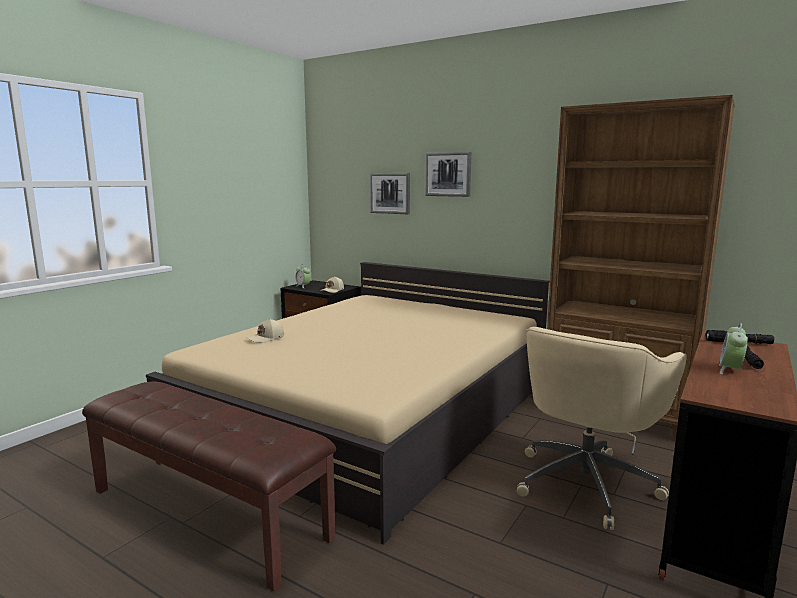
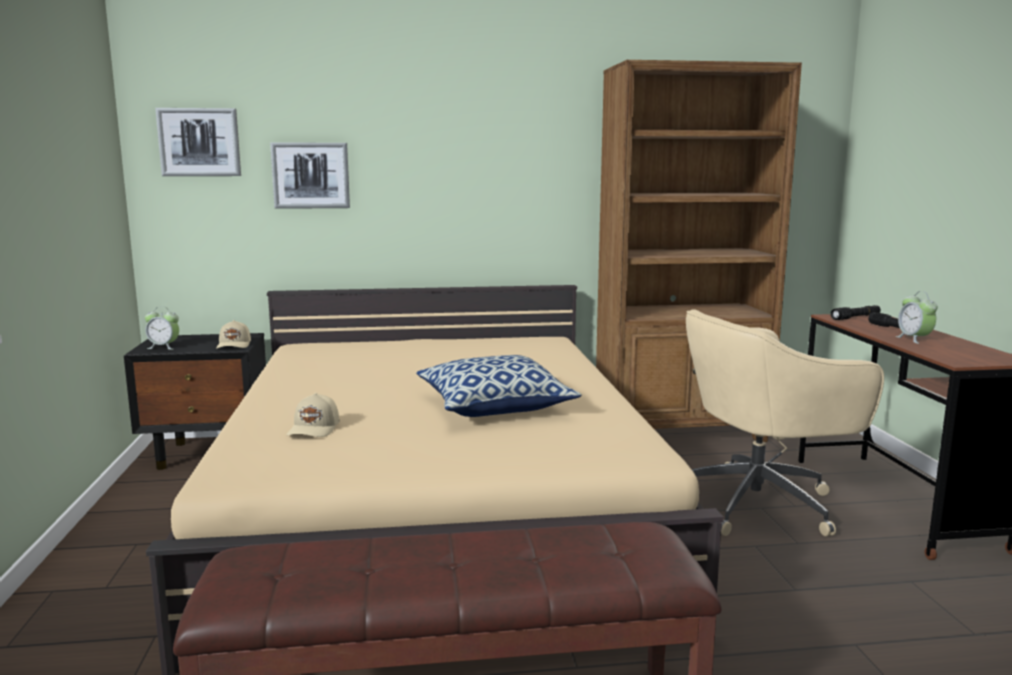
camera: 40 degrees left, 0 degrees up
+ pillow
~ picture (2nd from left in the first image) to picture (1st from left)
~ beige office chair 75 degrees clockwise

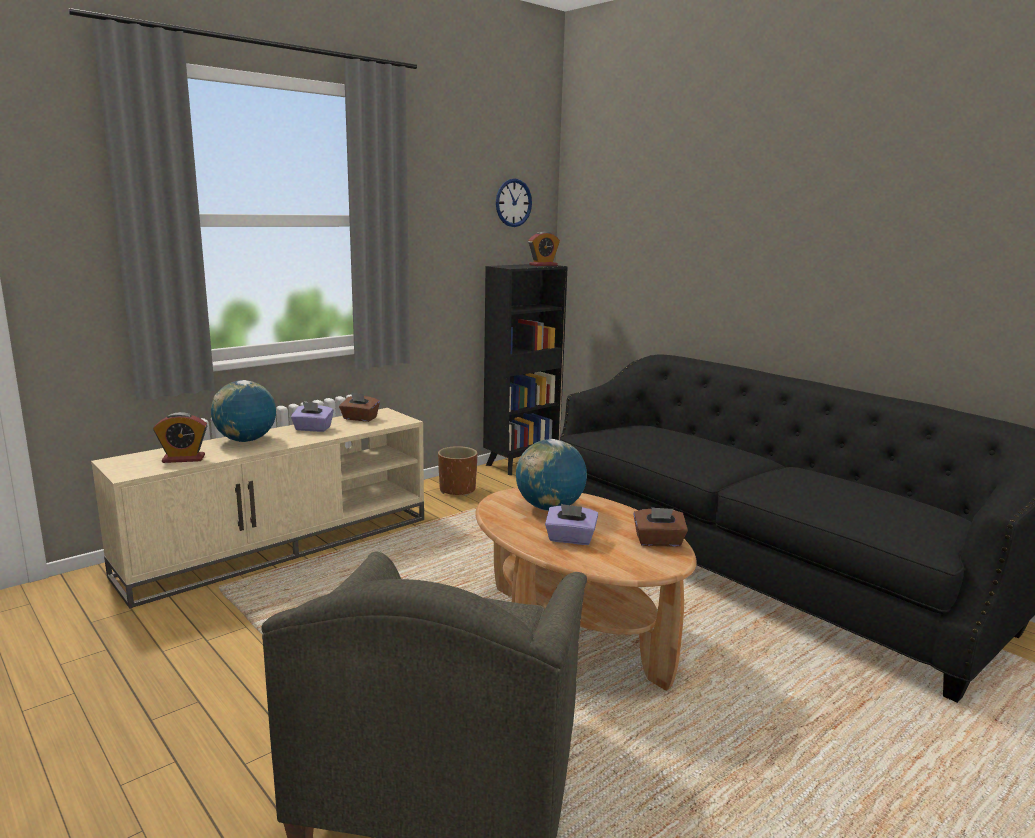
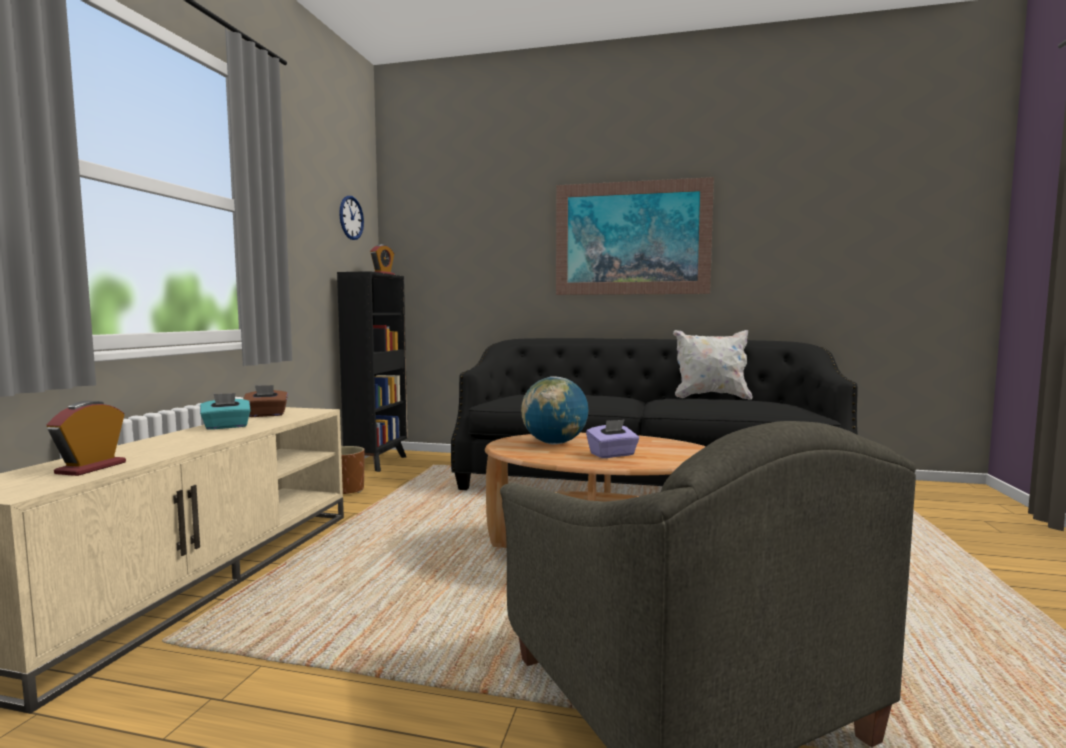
camera: 35 degrees left, 10 degrees down
- globe (1st from left)
- brown tissue box (2nd from left)
+ picture
+ white pillow
~ purple tissue box (1st from left) to turquoise tissue box
~ alarm clock (1st from left) 150 degrees clockwise

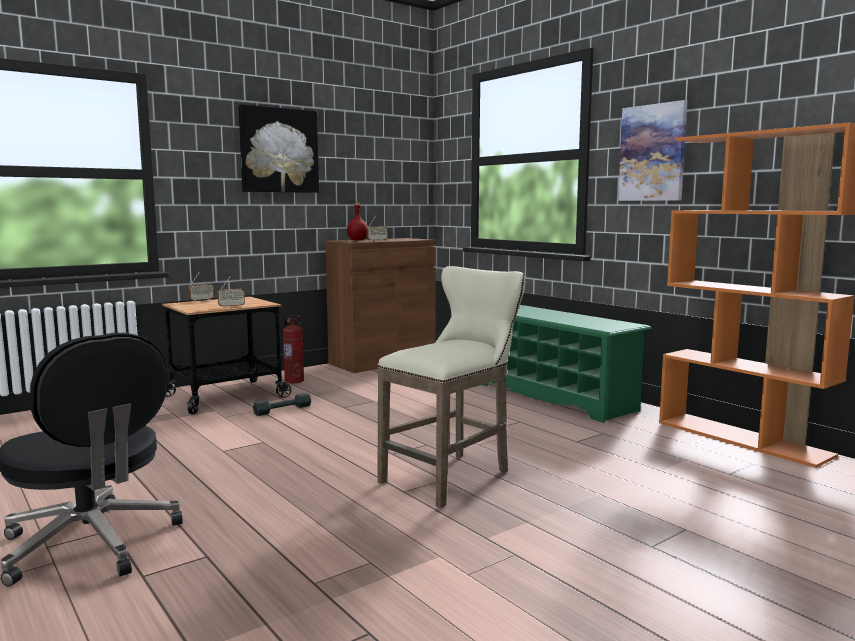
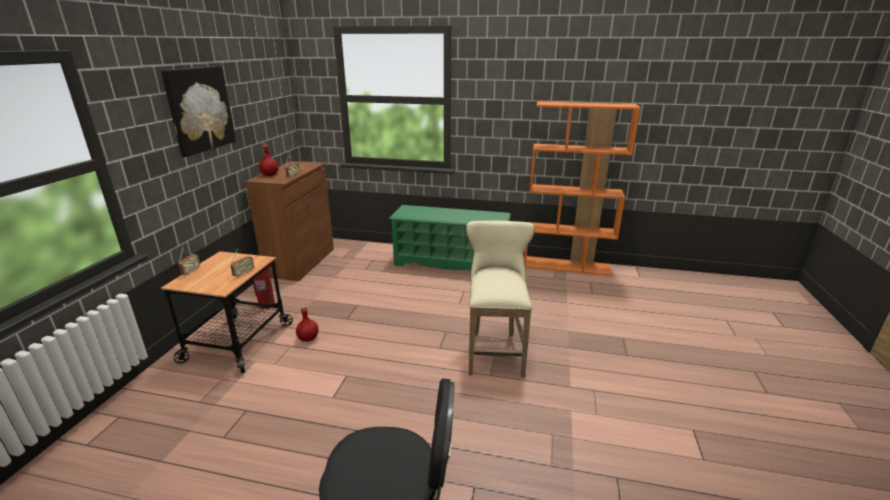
camera: 40 degrees left, 15 degrees up
- picture (2nd from left)
~ grey dumbbell to red bottle (2nd from left)

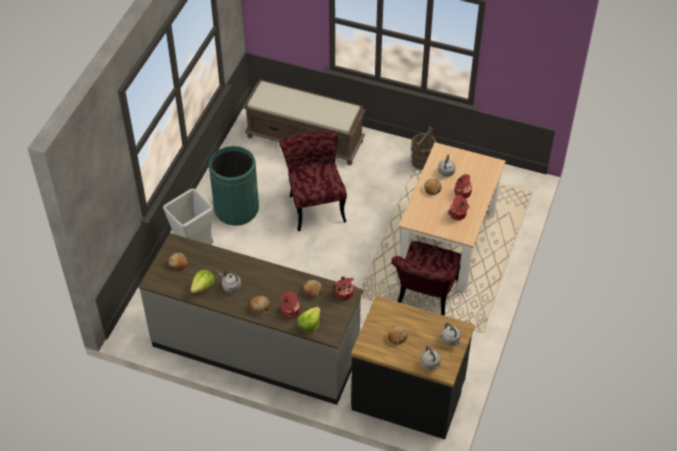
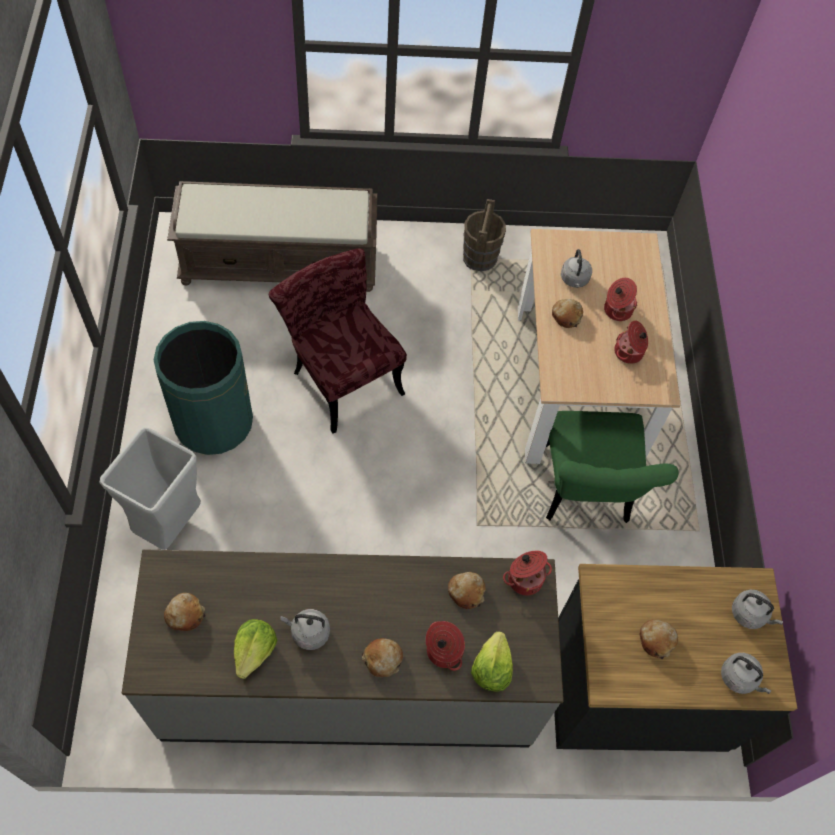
camera: 25 degrees left, 10 degrees up
~ red chair (2nd from left) to green chair

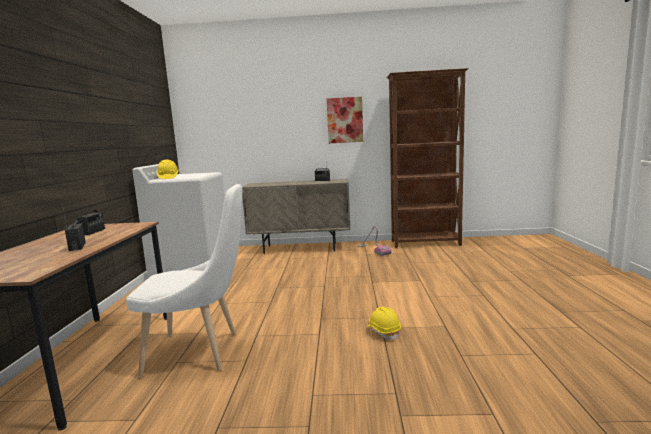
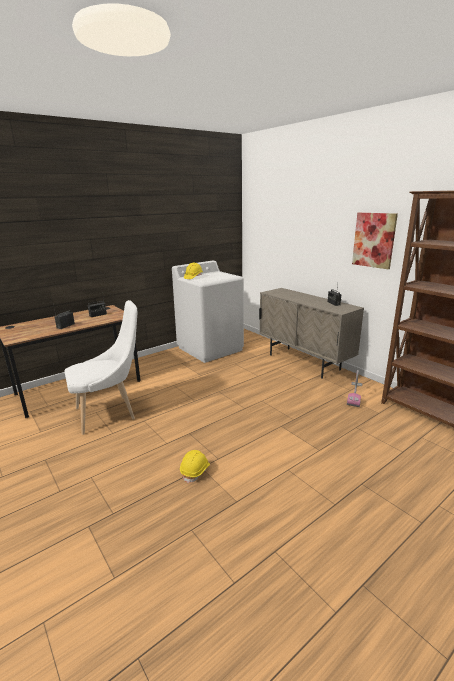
camera: 50 degrees right, 10 degrees up
~ white chair 75 degrees counterclockwise

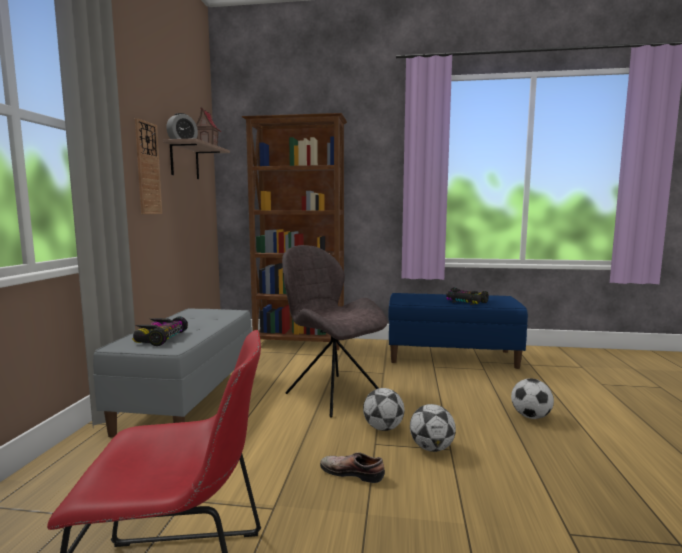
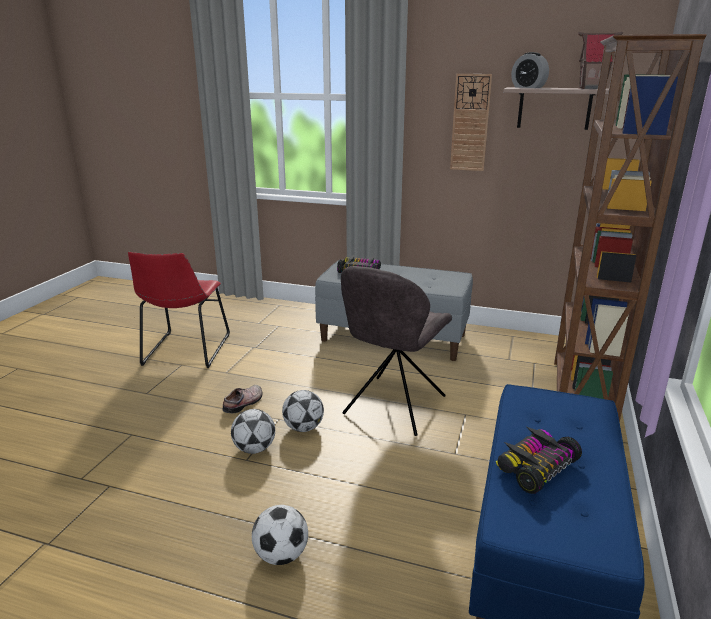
camera: 100 degrees right, 15 degrees up
~ grey chair 150 degrees clockwise

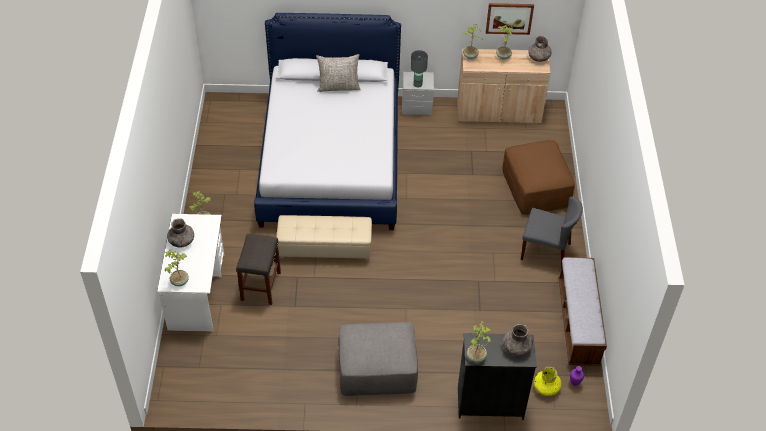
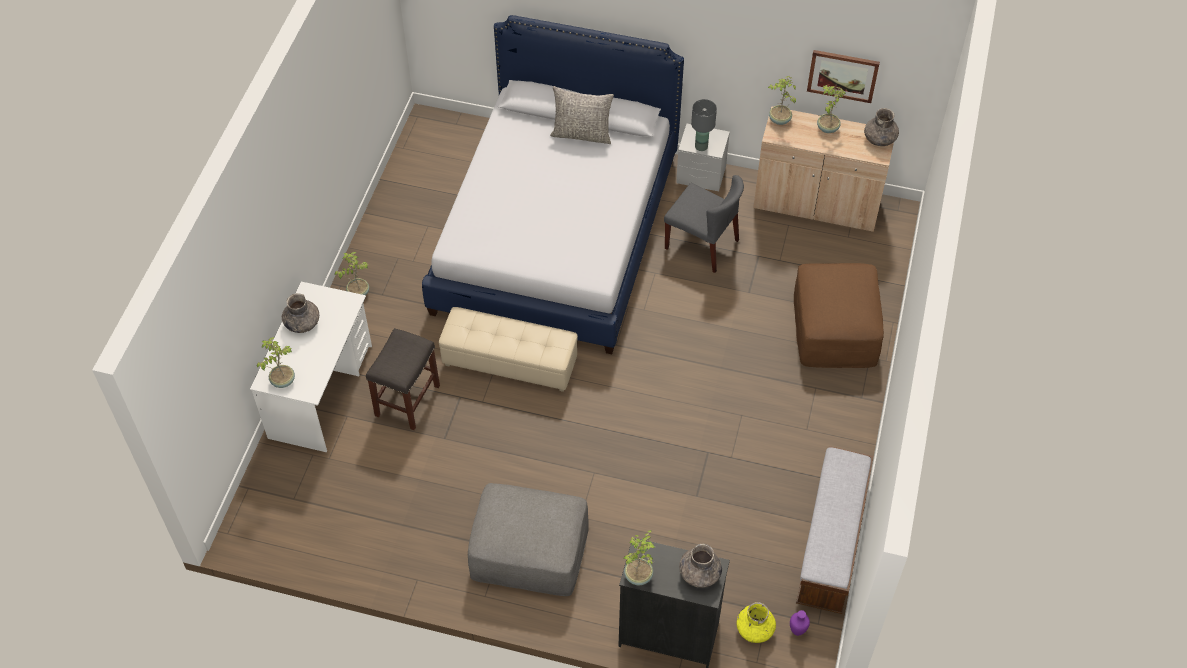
camera: 15 degrees right, 5 degrees up
~ grey chair

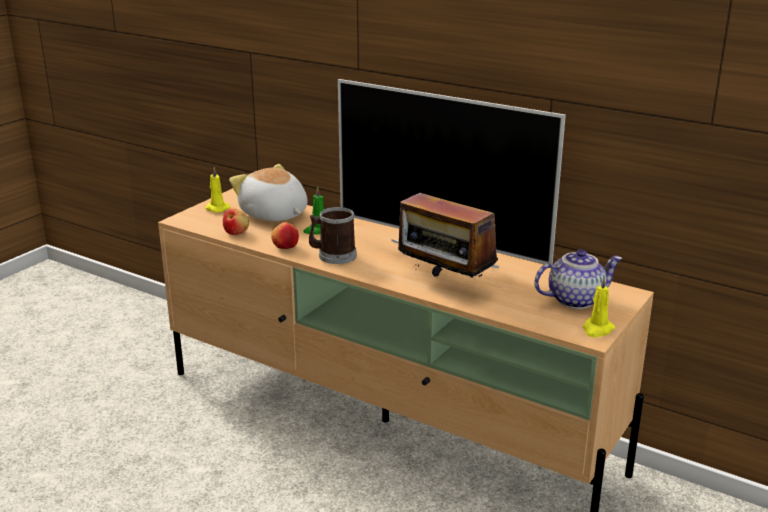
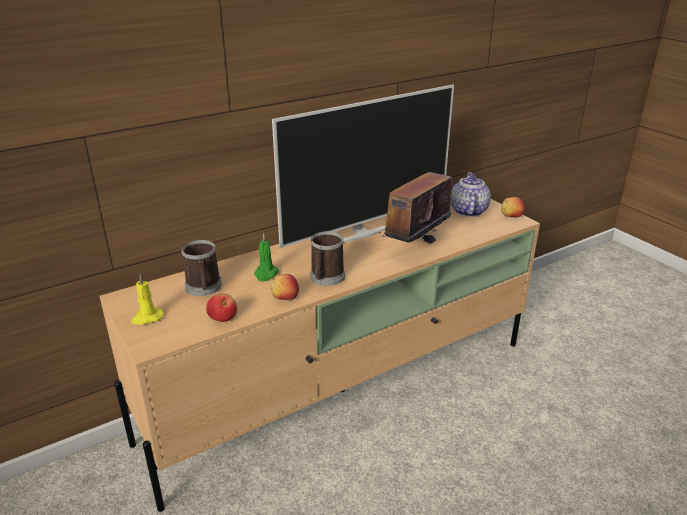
camera: 65 degrees left, 5 degrees up
~ plush toy to mug (1st from left)
~ yellow candle (2nd from left) to apple (3rd from left)
~ radio 150 degrees clockwise

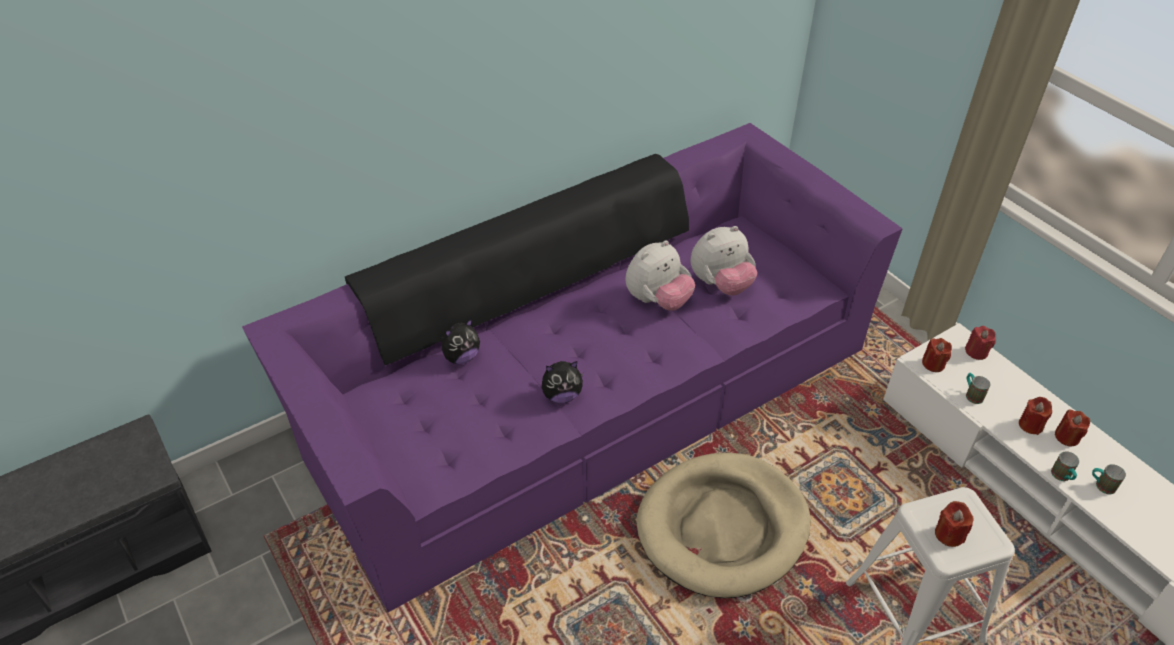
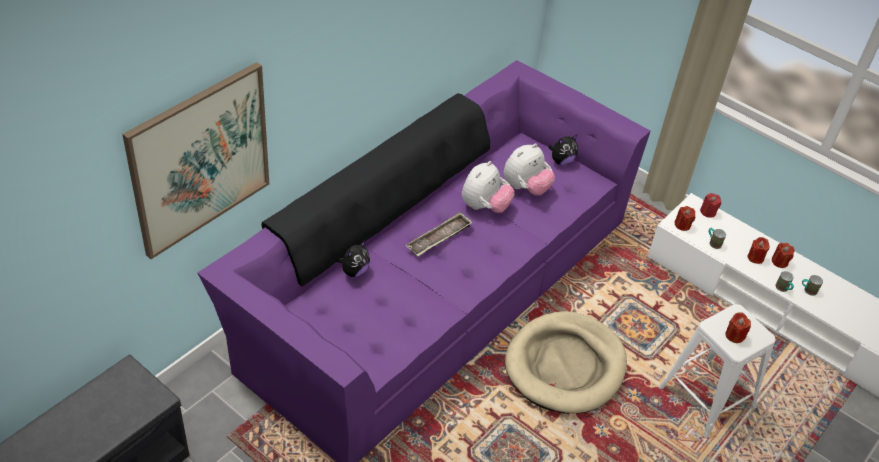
camera: 20 degrees left, 0 degrees up
+ picture
+ tray
~ plush toy (2nd from left in the first image) to plush toy (4th from left)

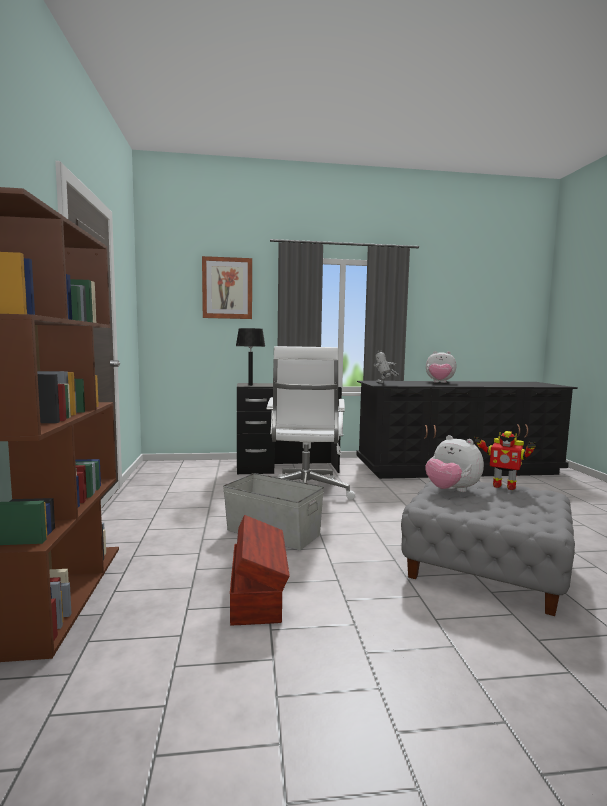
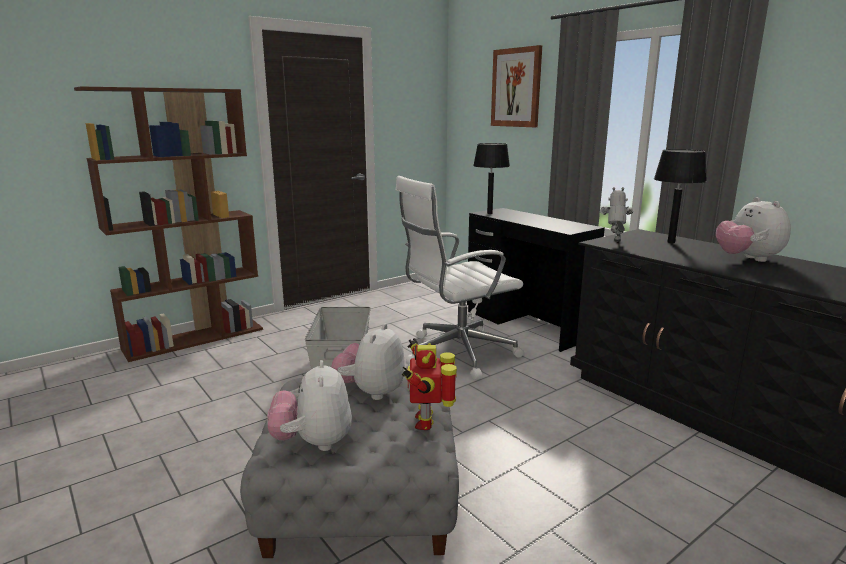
camera: 60 degrees right, 10 degrees up
- brown storage box
+ plush toy (1st from left)
+ black table lamp (2nd from left)

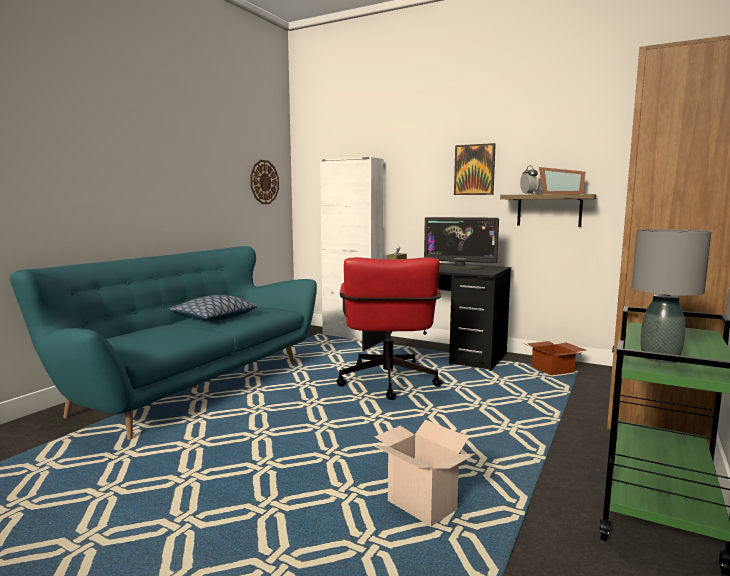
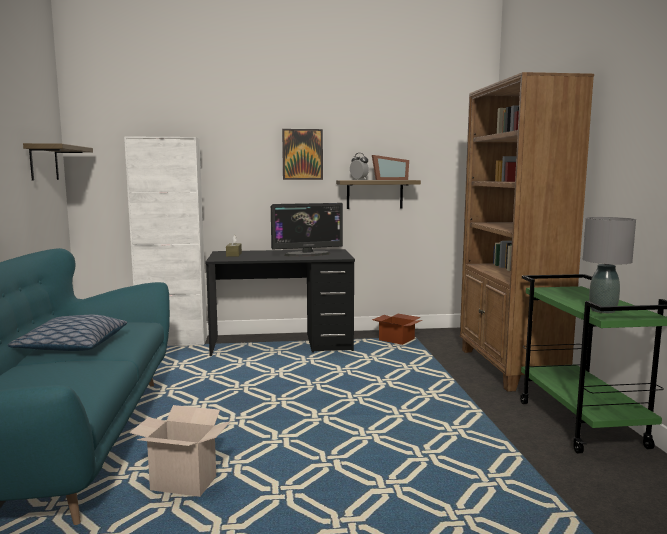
camera: 35 degrees left, 0 degrees up
- red office chair
~ cardboard box (1st from left)
~ wall clock to shelf (1st from left)

